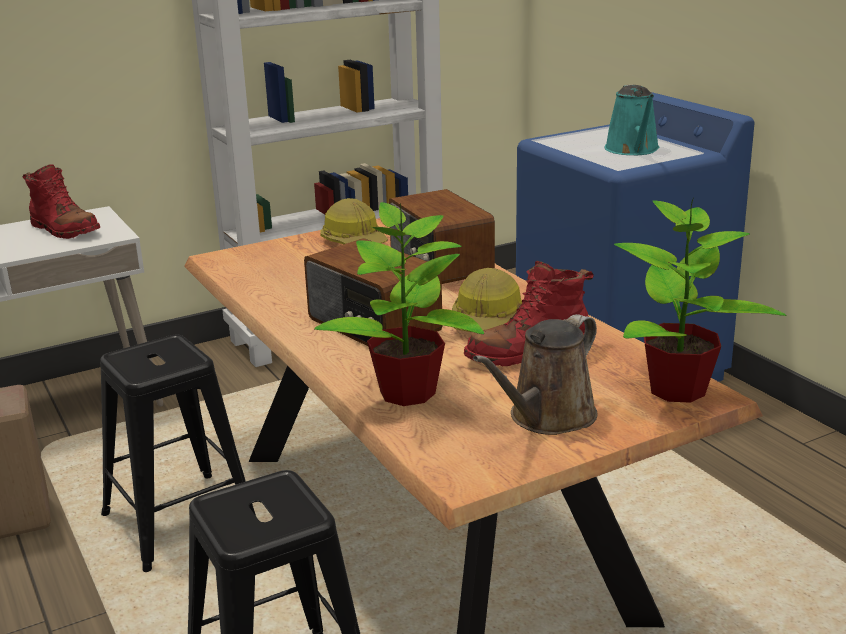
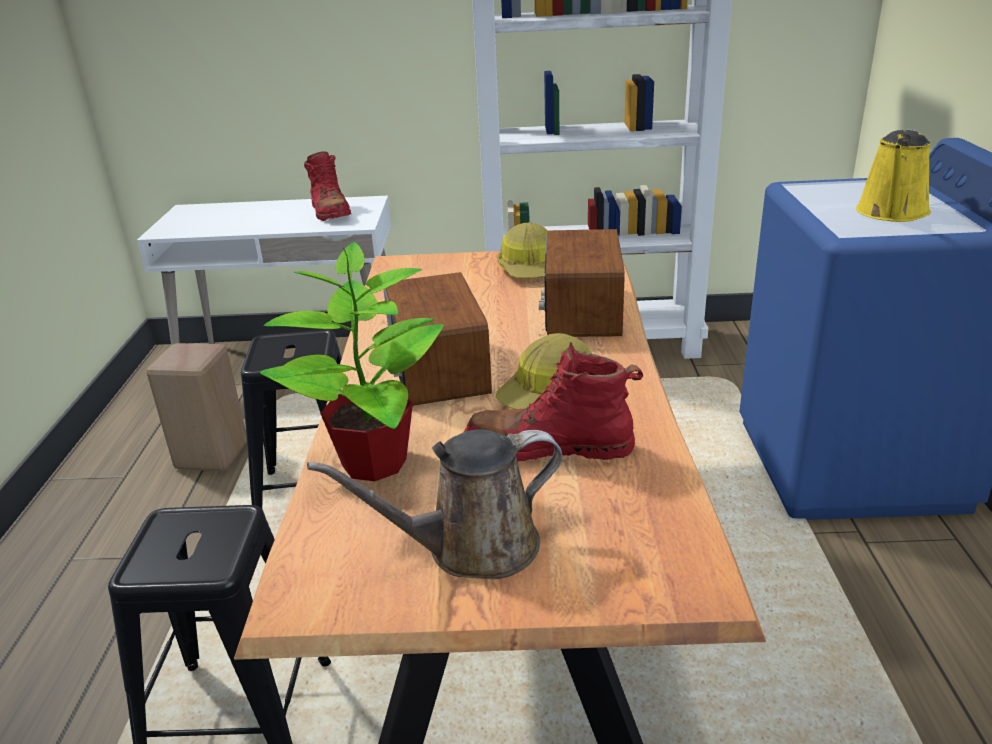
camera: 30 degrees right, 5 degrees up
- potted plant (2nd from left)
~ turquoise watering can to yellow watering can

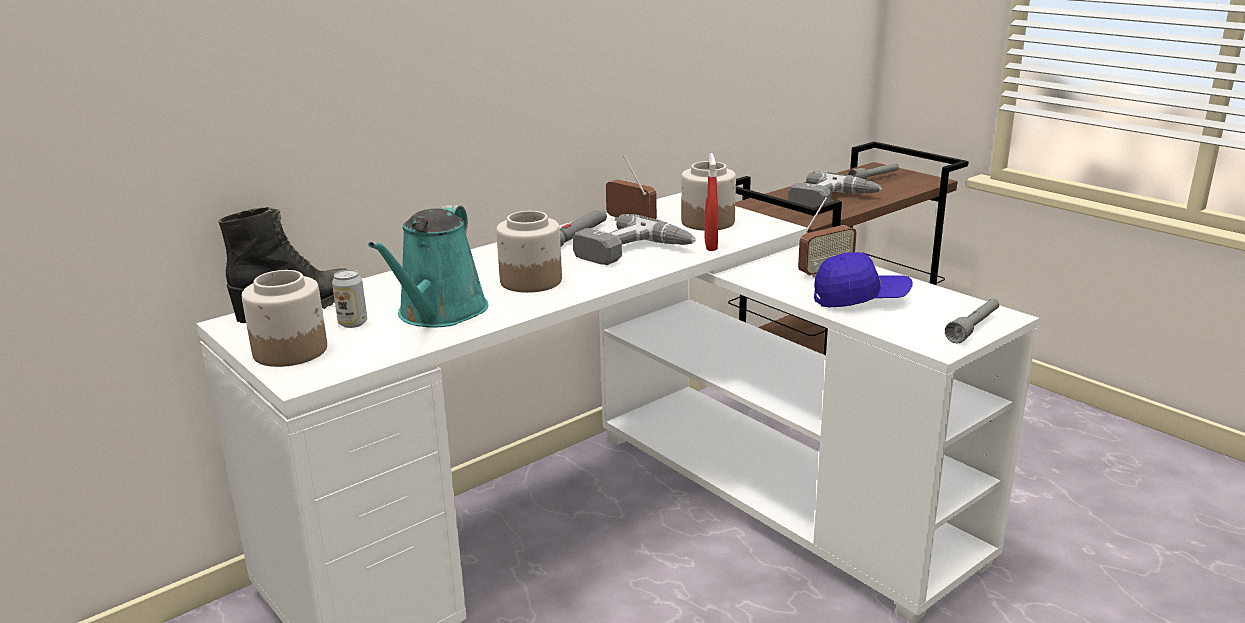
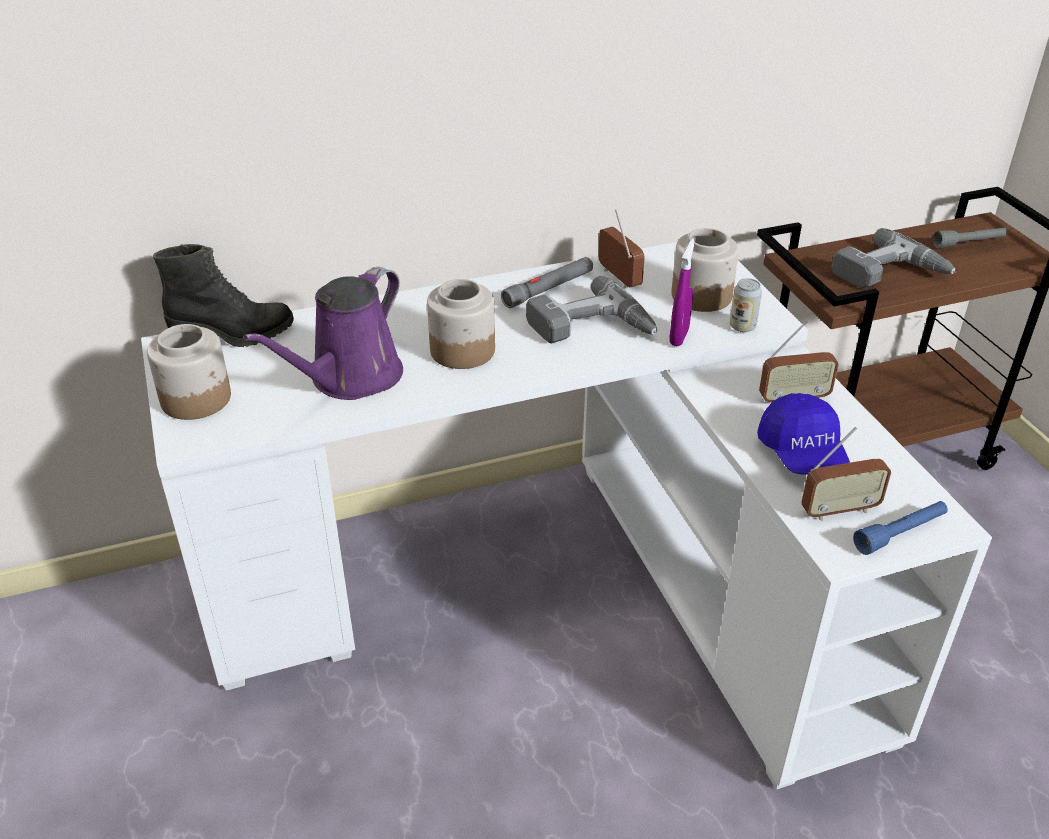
camera: 20 degrees right, 15 degrees up
+ radio (3rd from left)
~ can
~ turquoise watering can to purple watering can
~ red spray bottle to purple spray bottle
~ grey flashlight (3rd from left) to blue flashlight
~ blue cap 60 degrees clockwise

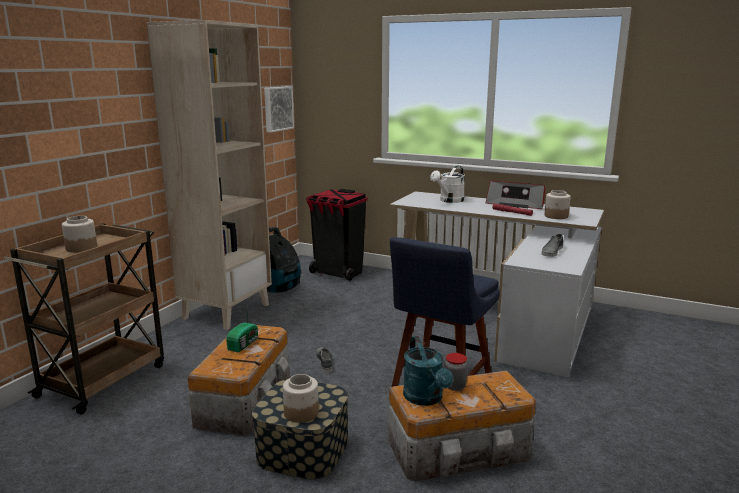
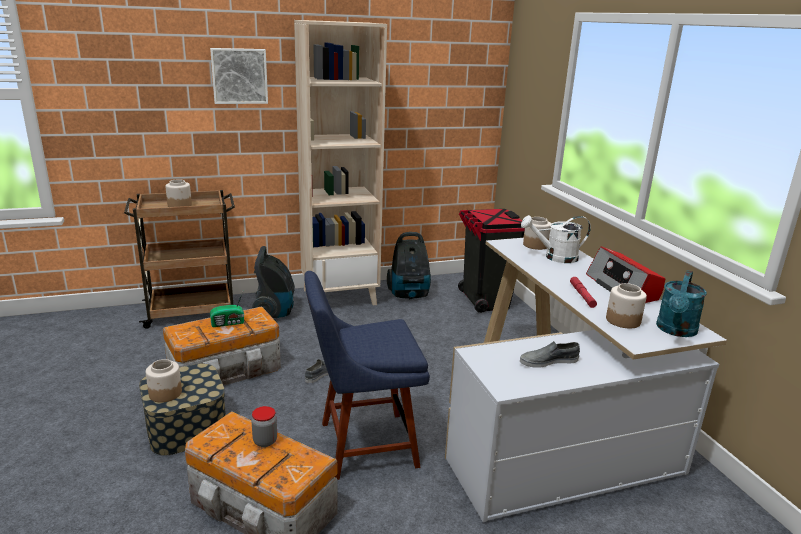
camera: 45 degrees right, 5 degrees up
+ vacuum cleaner (1st from left)
+ jar (4th from left)
~ picture
~ turquoise watering can

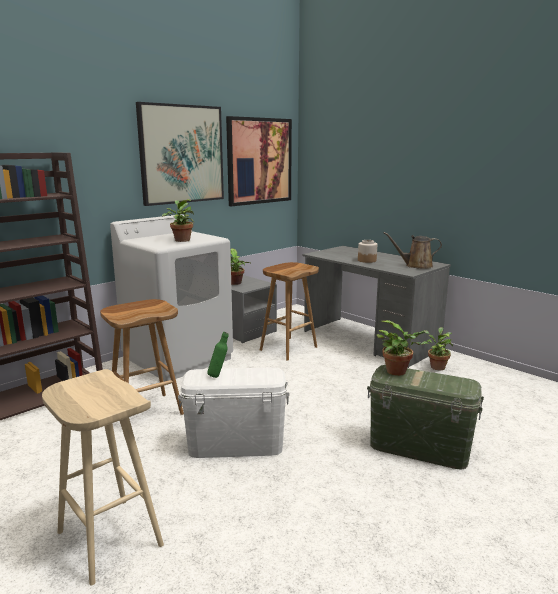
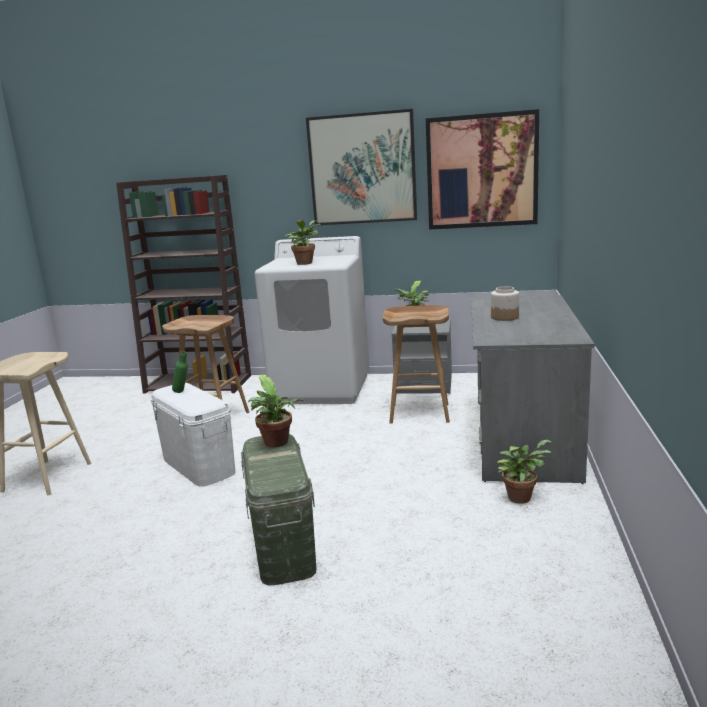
camera: 55 degrees right, 0 degrees up
- brown watering can

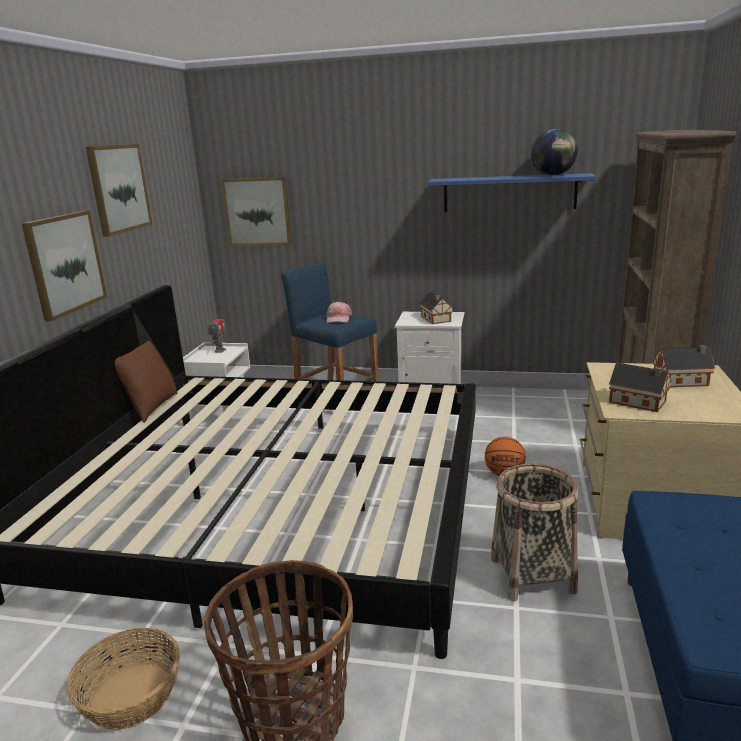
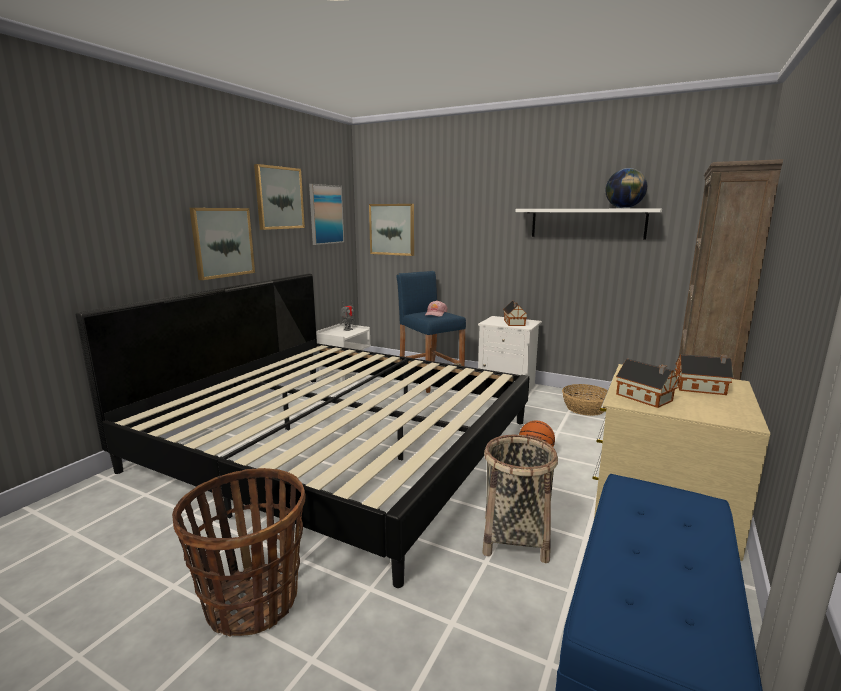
camera: 15 degrees right, 5 degrees down
- brown pillow
+ picture (3rd from left)
~ basket (1st from left in the first image) to basket (3rd from left)
~ blue shelf to white shelf

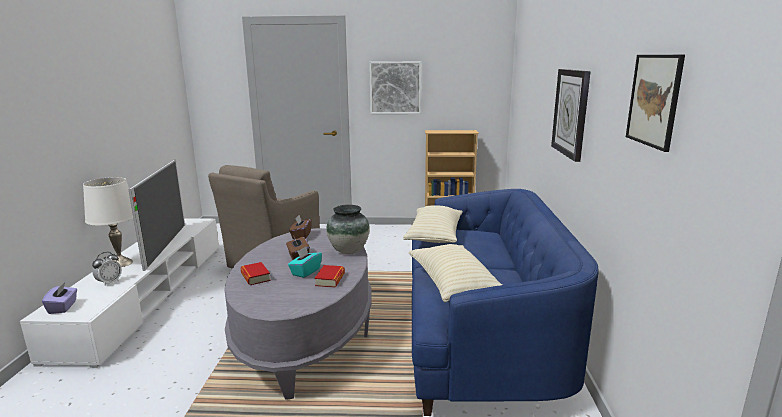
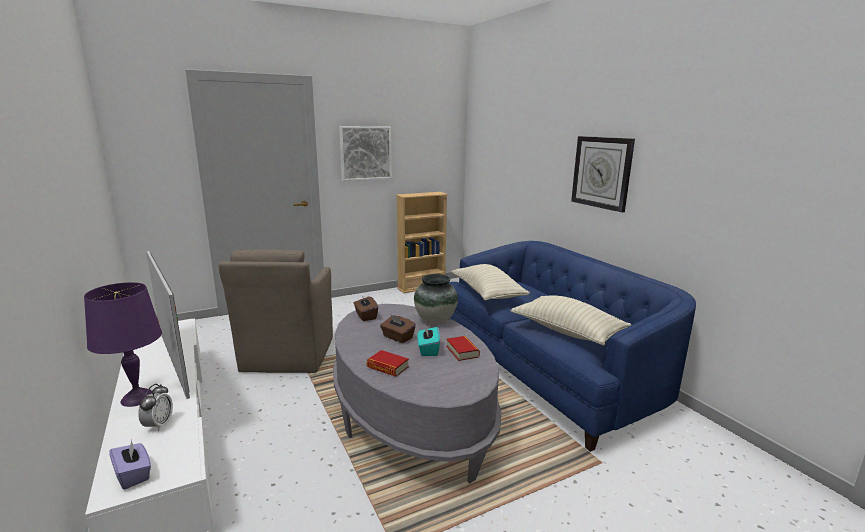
camera: 30 degrees left, 0 degrees up
- picture (2nd from left)
~ white table lamp to purple table lamp

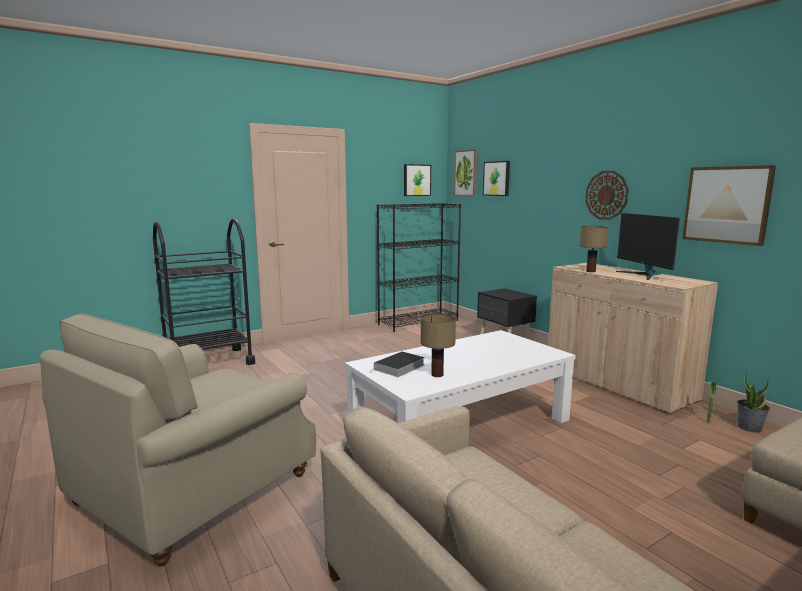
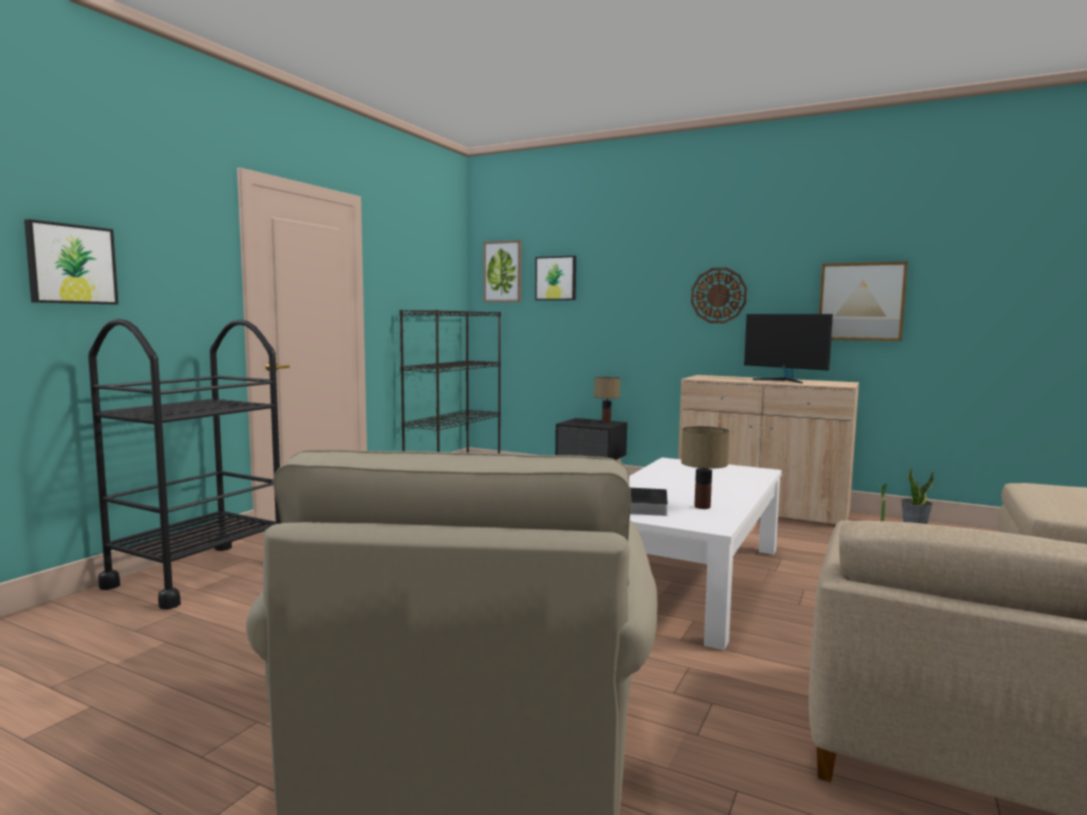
camera: 30 degrees left, 5 degrees down
~ picture (1st from left)
~ table lamp (2nd from left in the first image) to table lamp (1st from left)

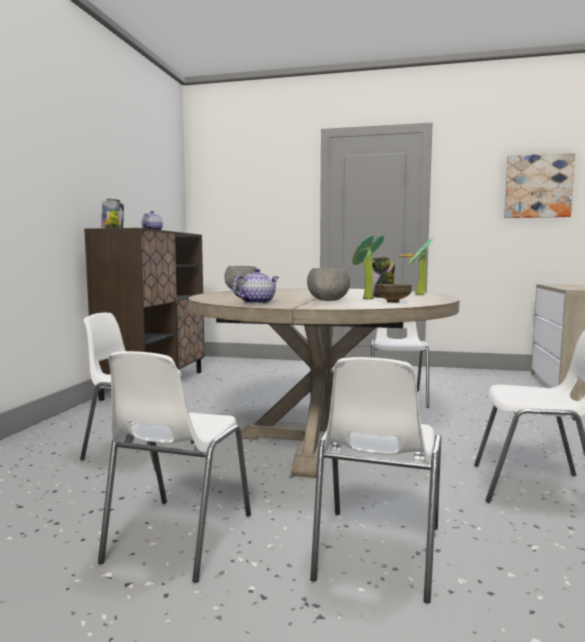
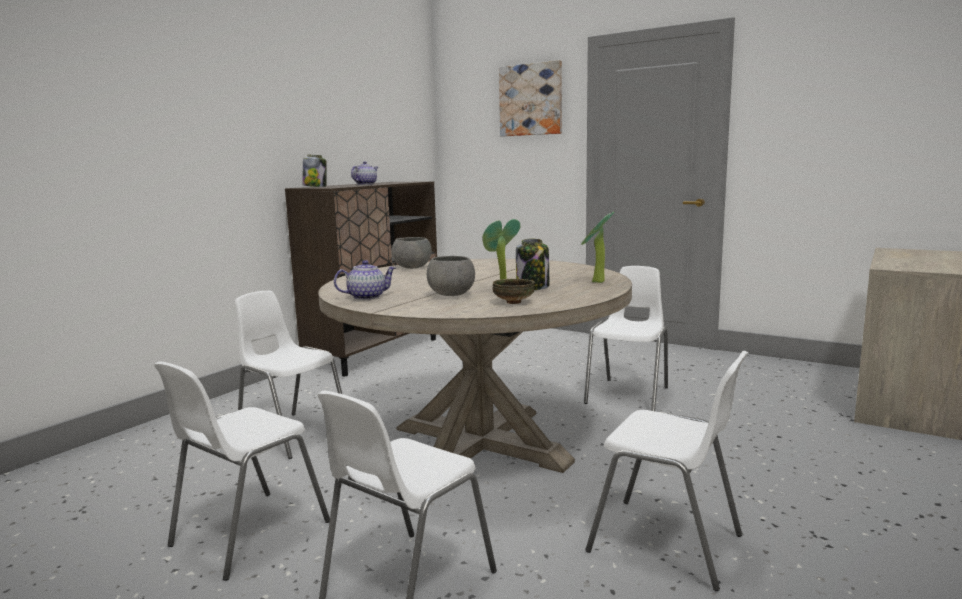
camera: 20 degrees right, 5 degrees up
~ picture

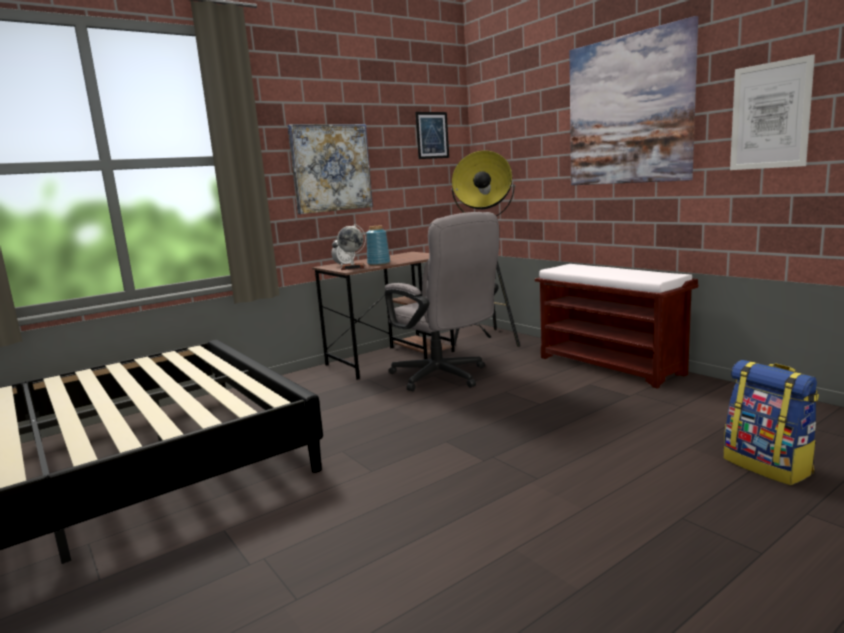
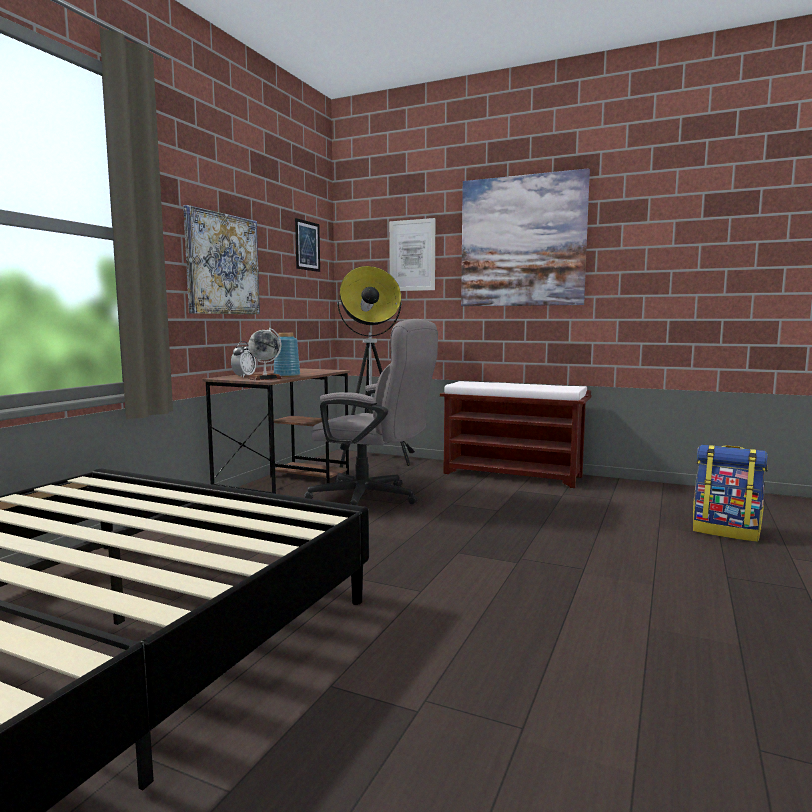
camera: 30 degrees left, 5 degrees down
~ picture (4th from left in the first image) to picture (3rd from left)

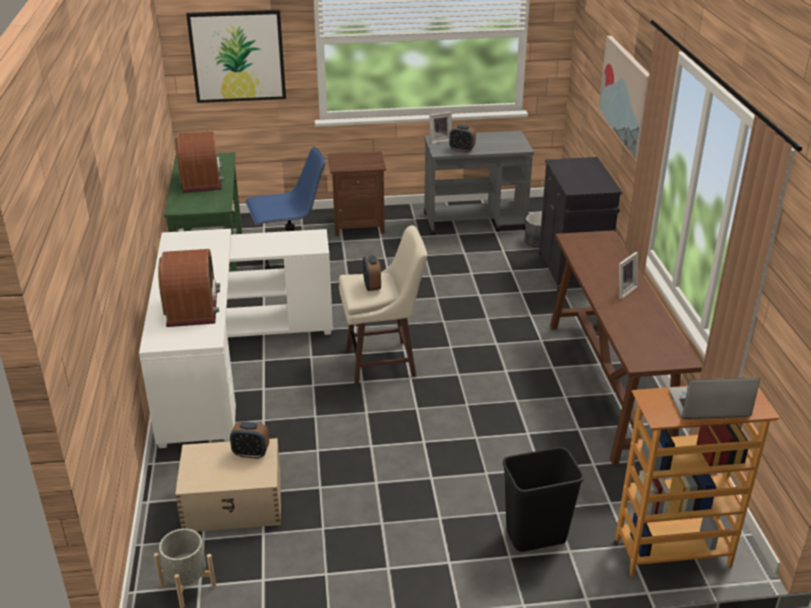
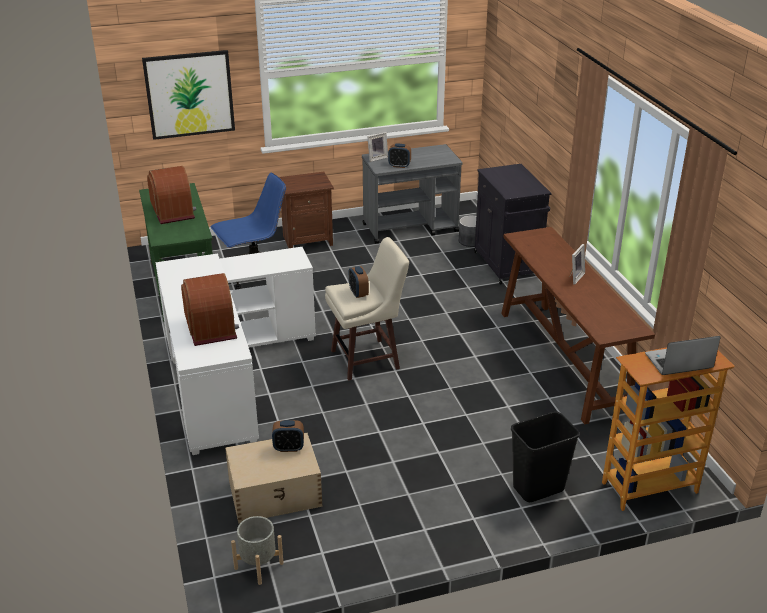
camera: 10 degrees left, 0 degrees up
- picture (2nd from left)

